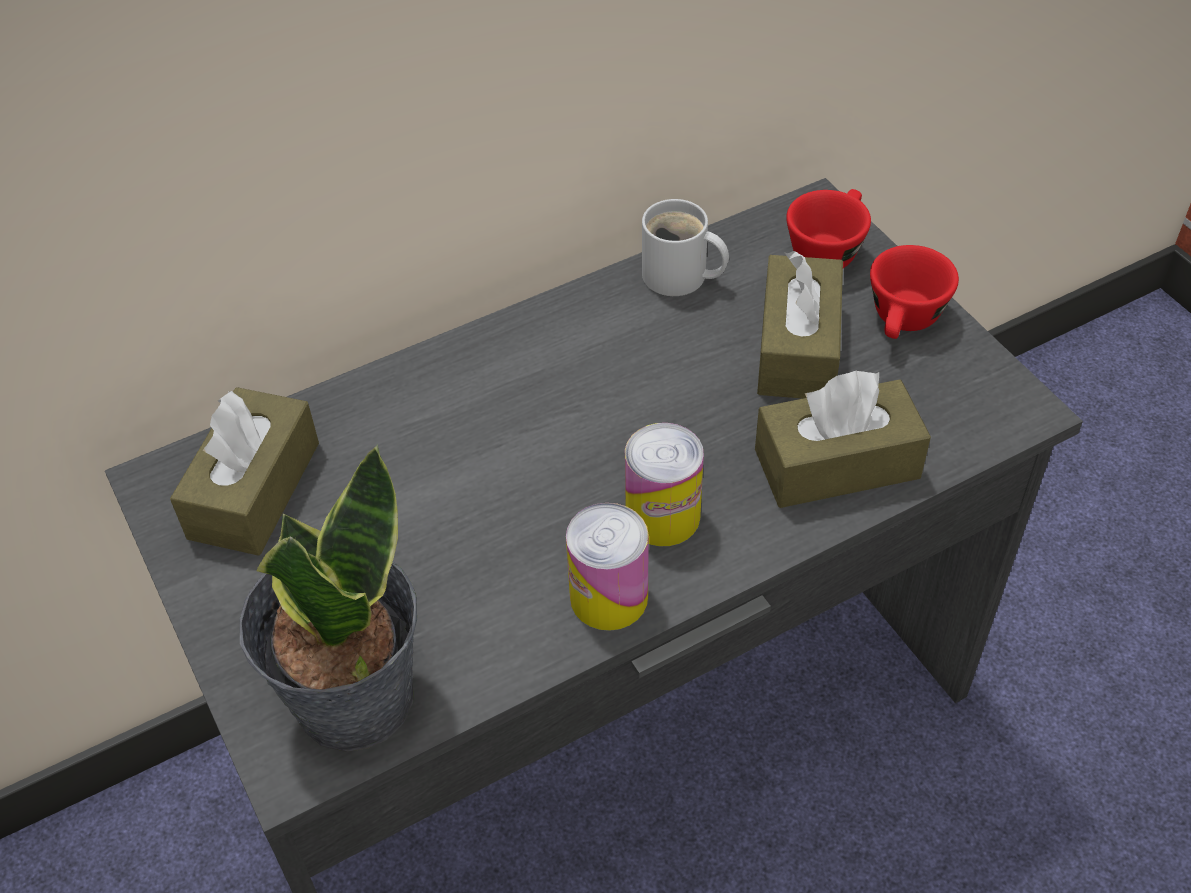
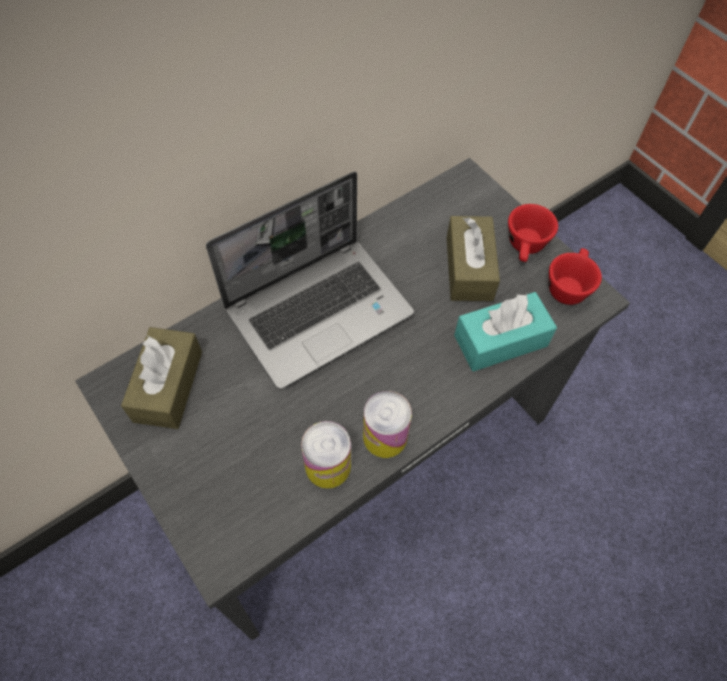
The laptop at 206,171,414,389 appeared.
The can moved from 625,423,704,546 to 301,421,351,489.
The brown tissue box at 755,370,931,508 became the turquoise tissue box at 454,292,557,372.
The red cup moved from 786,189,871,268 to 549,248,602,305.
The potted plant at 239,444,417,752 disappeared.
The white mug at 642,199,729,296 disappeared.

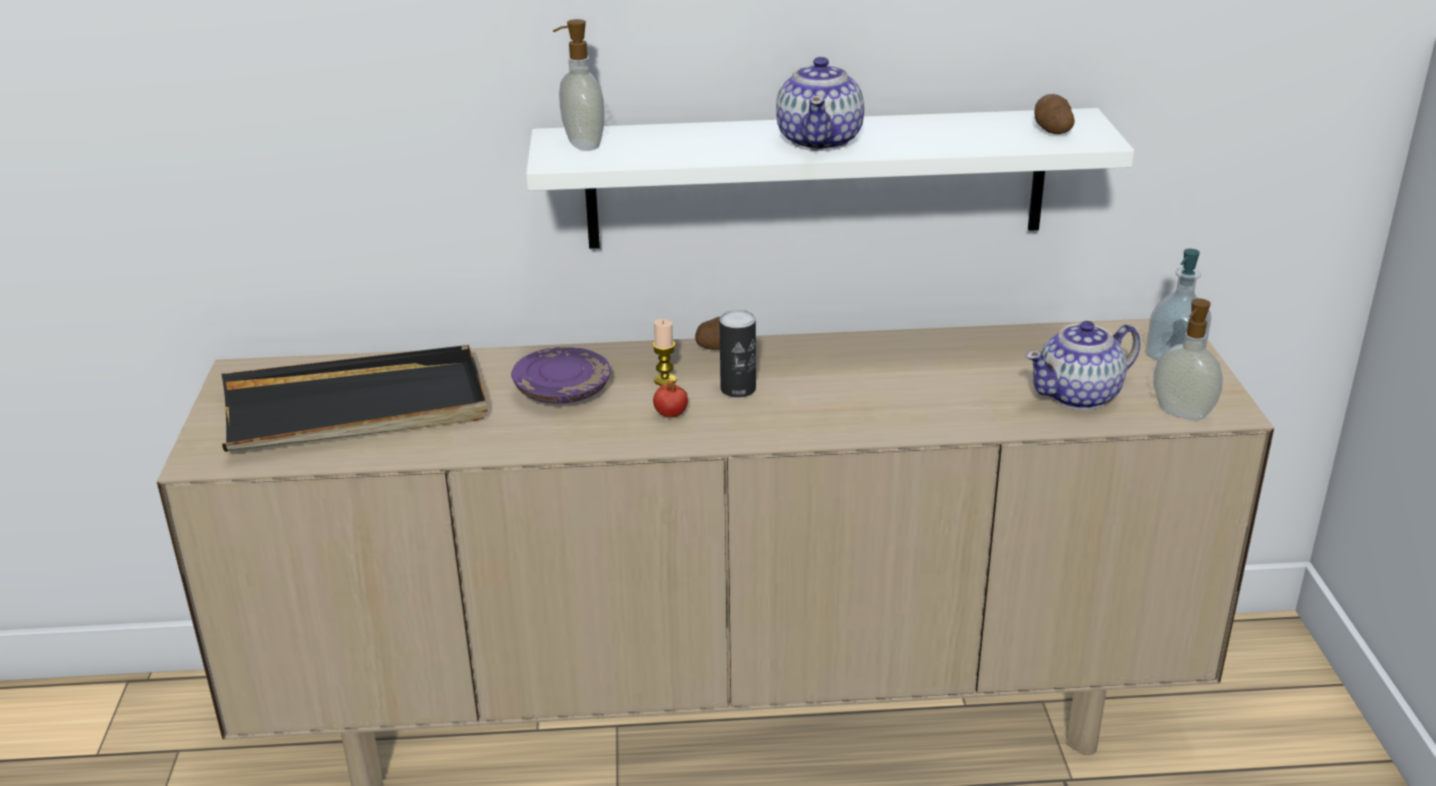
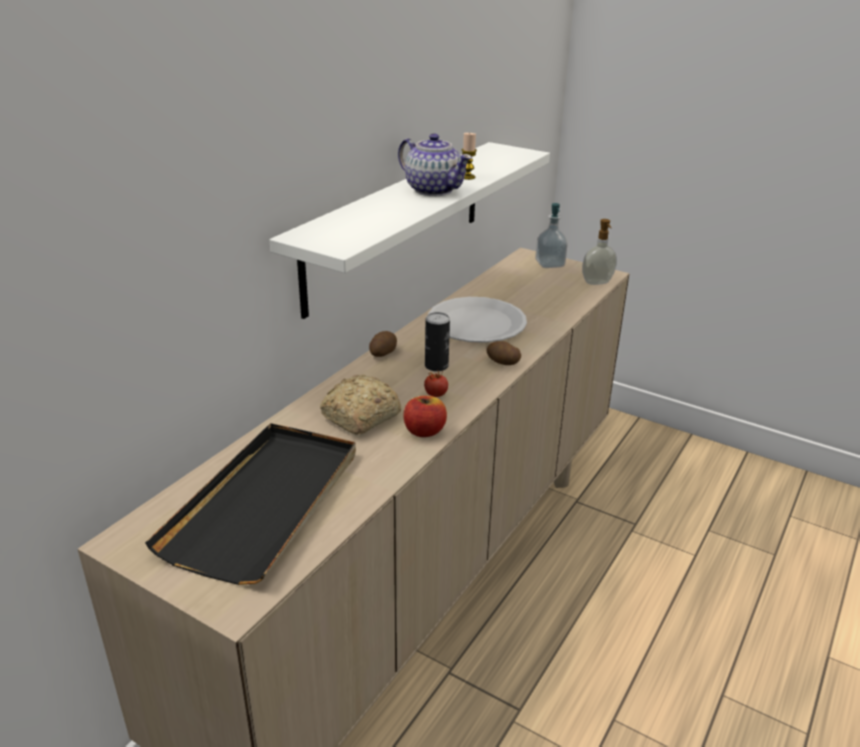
The purple plate at 511,347,611,403 was replaced by the bread at 320,375,401,435.
The apple at 403,396,447,437 appeared.
The white plate at 428,297,527,343 appeared.
The candle moved from 652,319,676,386 to 462,133,477,180.
The potato moved from 1034,94,1075,134 to 487,341,521,365.
The soap dispenser at 553,19,604,151 disappeared.
The teapot at 1026,321,1140,410 disappeared.

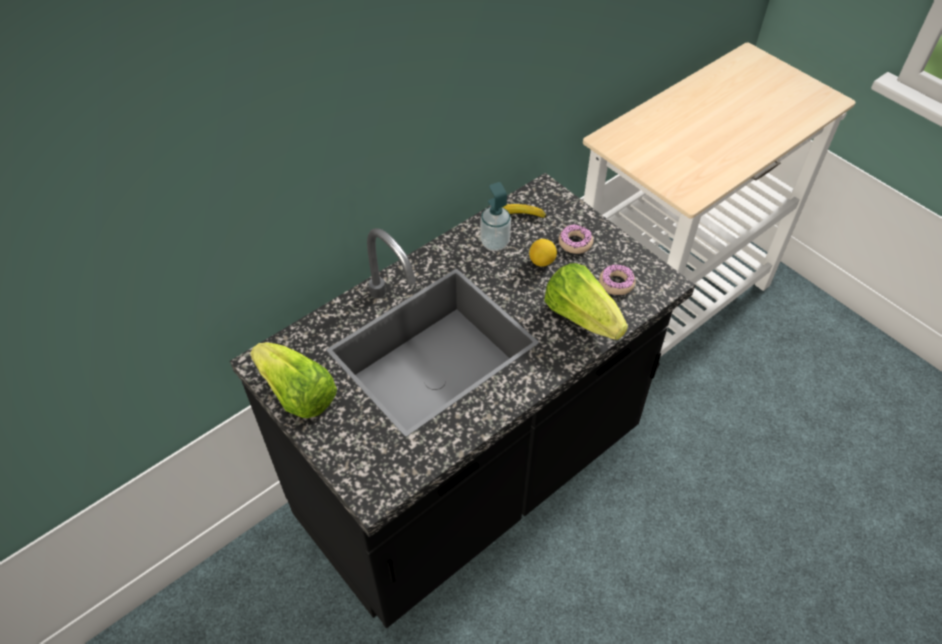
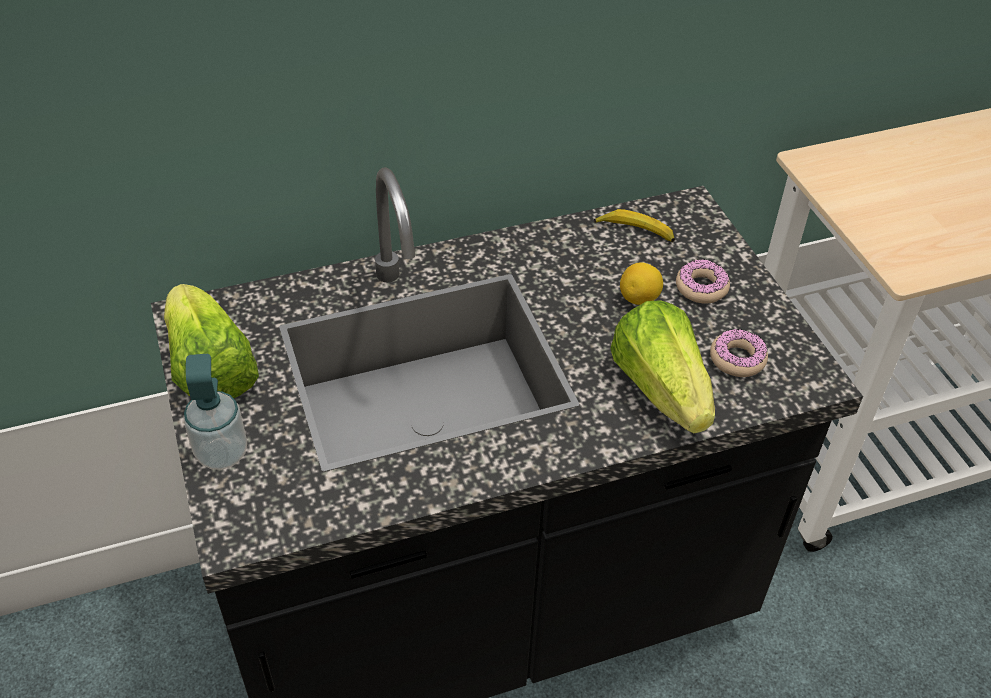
The soap dispenser moved from 480,182,511,251 to 183,354,247,470.

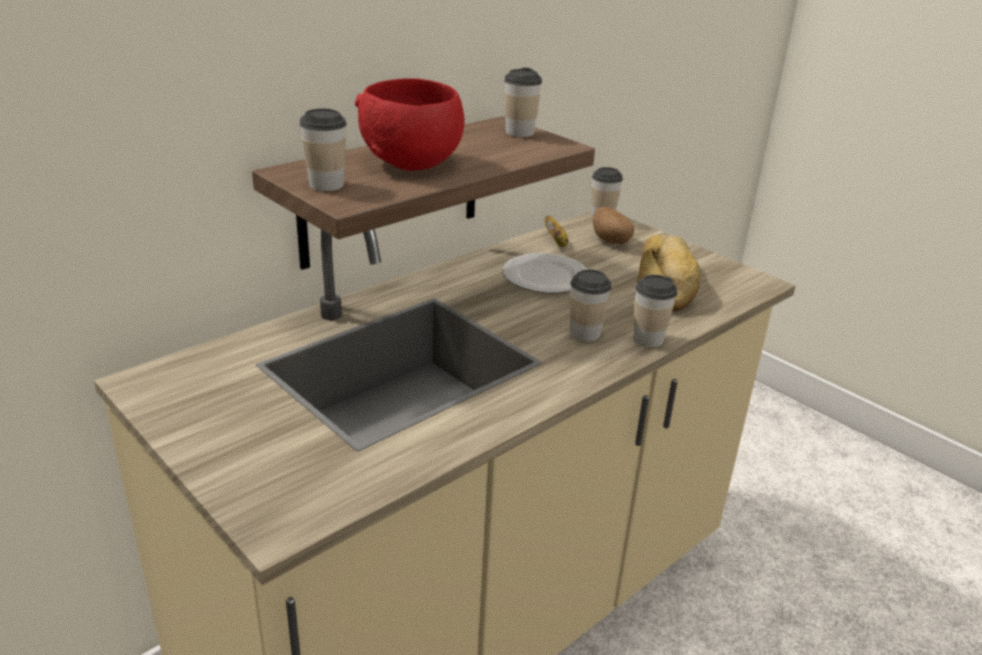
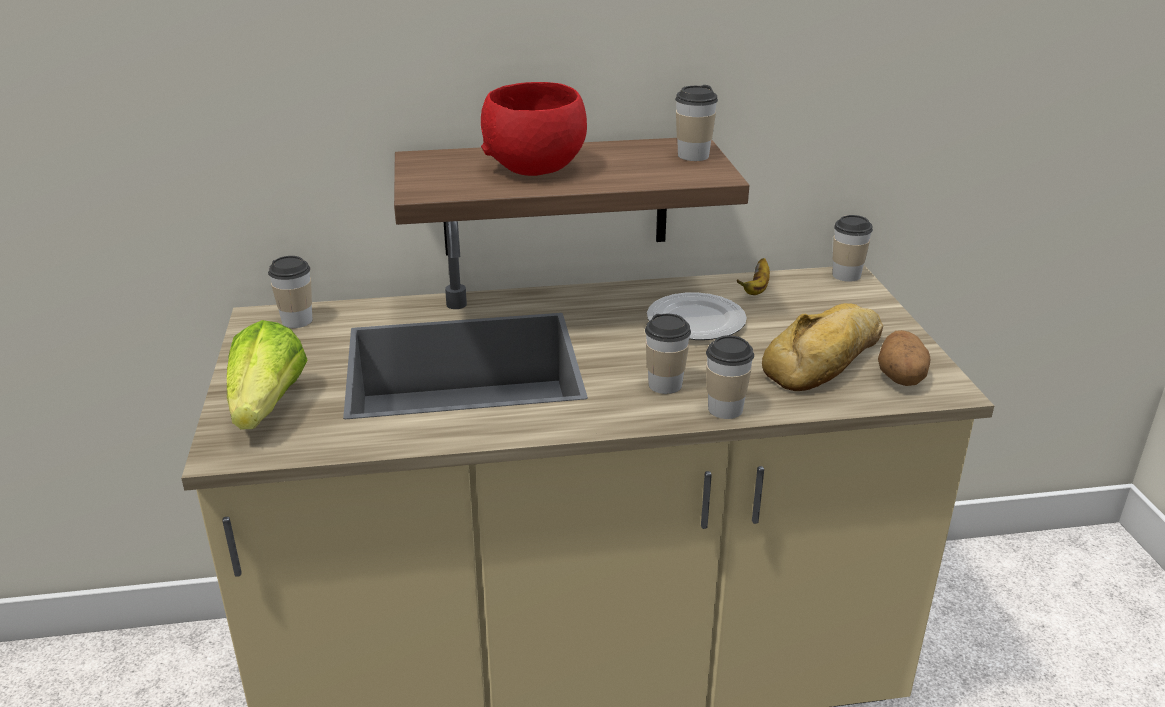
The lettuce at 227,320,307,429 appeared.
The cup moved from 299,109,347,191 to 268,256,313,328.
The potato moved from 593,207,634,244 to 878,330,930,386.

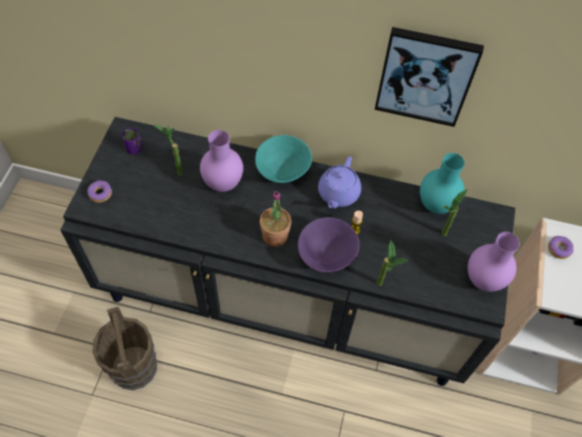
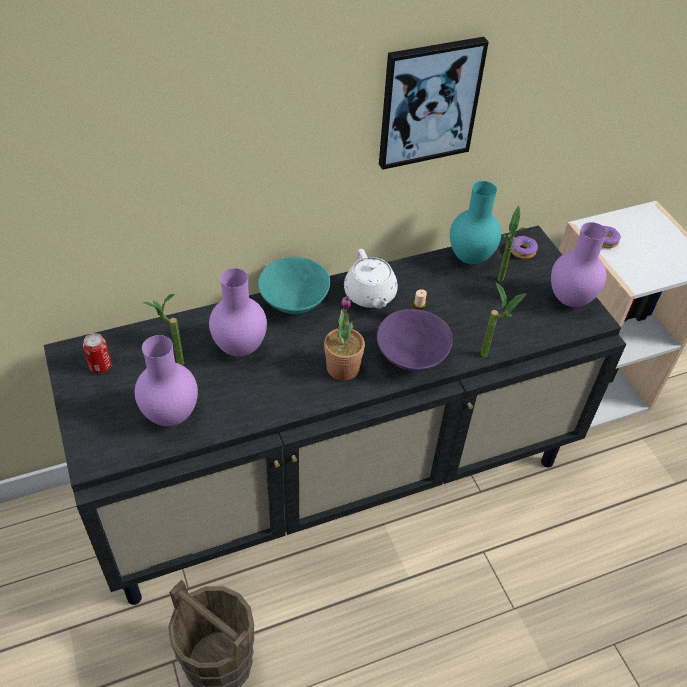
The purple cup at 122,128,142,154 was replaced by the can at 83,333,112,373.
The purple vase at 135,335,198,426 appeared.
The purple teapot at 318,156,361,209 became the white teapot at 344,249,398,309.
The donut moved from 87,181,112,203 to 511,236,538,259.

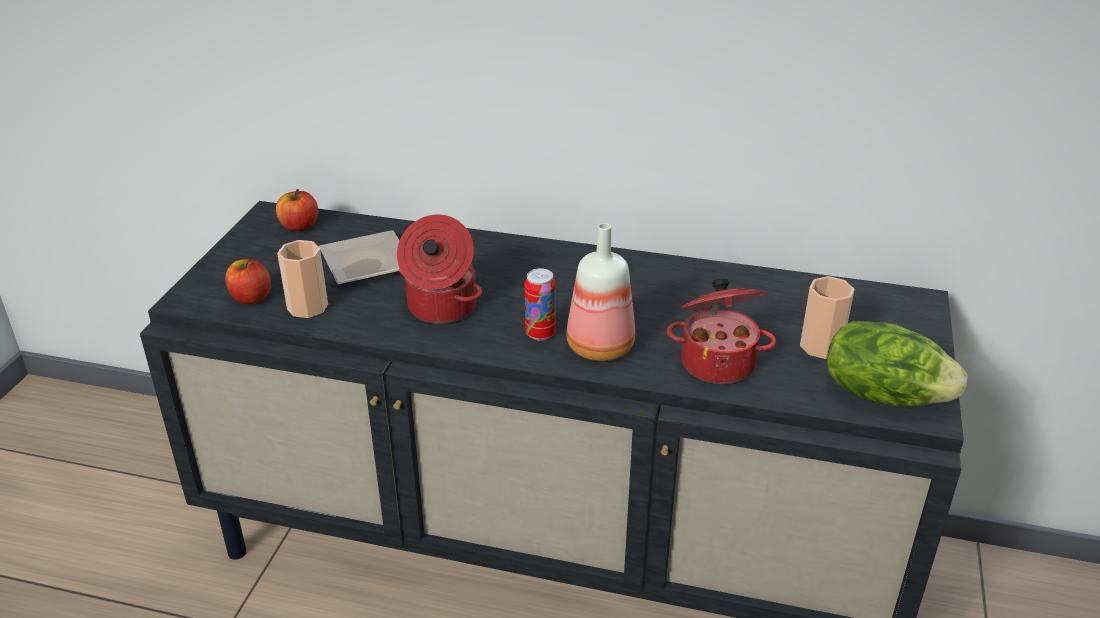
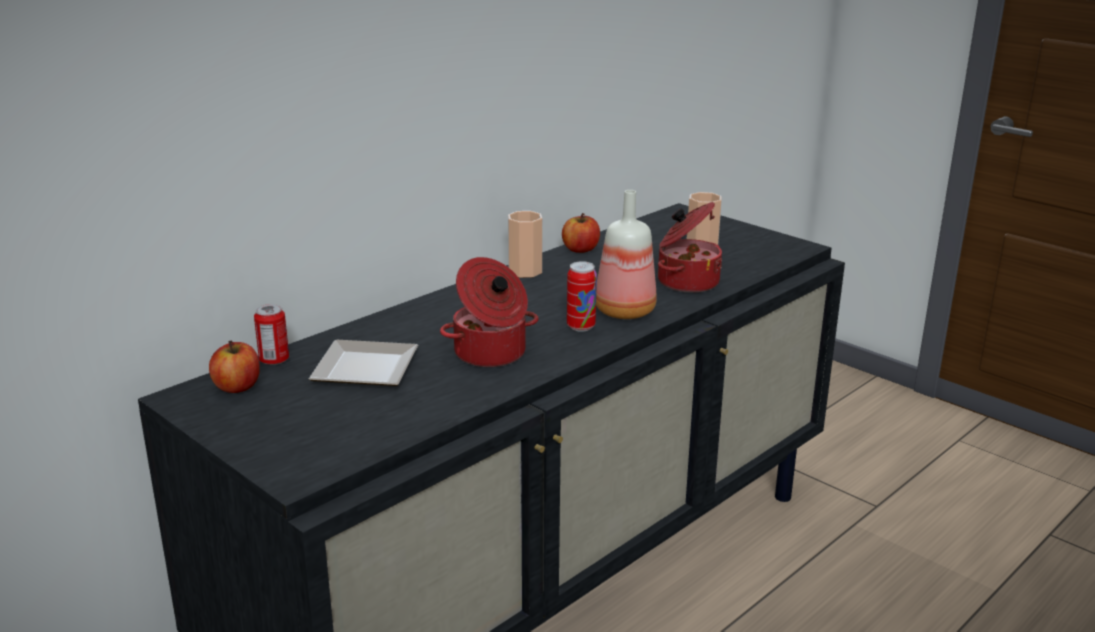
The can at 254,304,289,365 appeared.
The cup moved from 277,240,328,318 to 508,211,542,278.
The apple moved from 225,259,271,304 to 562,213,600,253.
The lettuce at 827,321,968,407 disappeared.

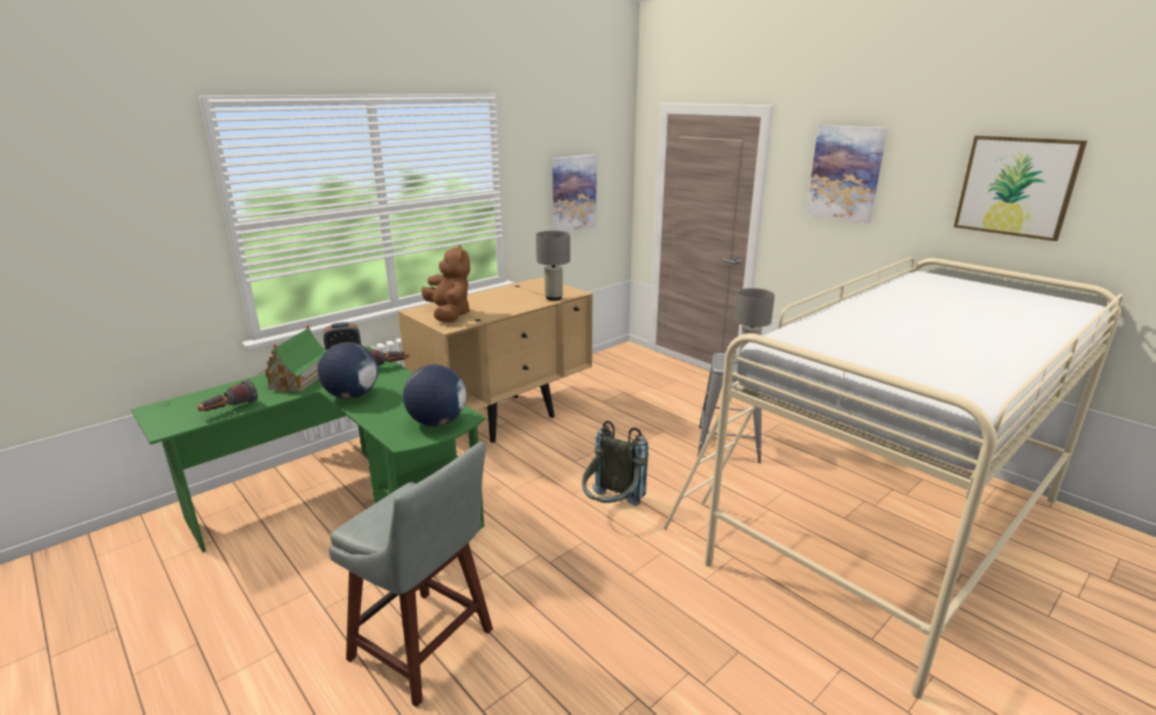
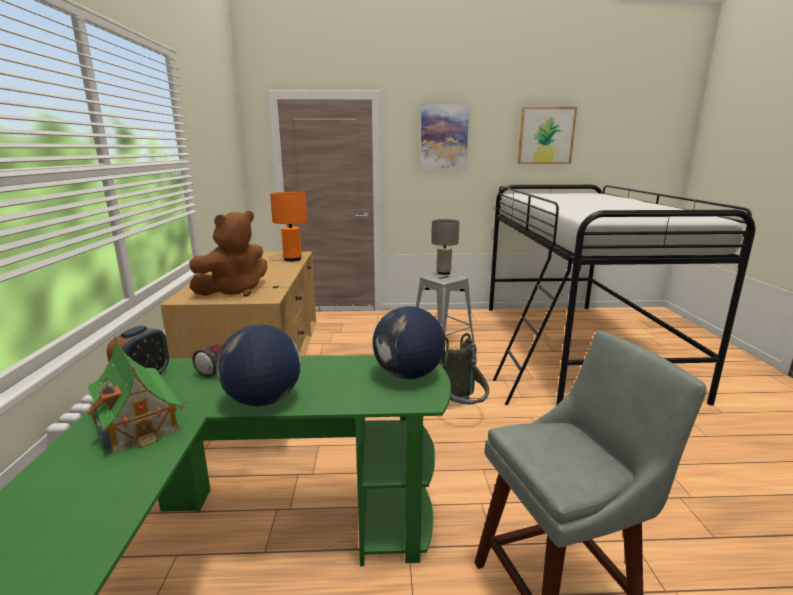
The brown plush toy at 422,244,470,323 turned 120 degrees clockwise.
The grey table lamp at 536,231,570,301 became the orange table lamp at 270,192,307,262.
The beige bed at 663,257,1123,699 became the black bed at 489,185,755,406.
The flashlight at 197,379,258,412 disappeared.
The picture at 552,155,597,232 disappeared.

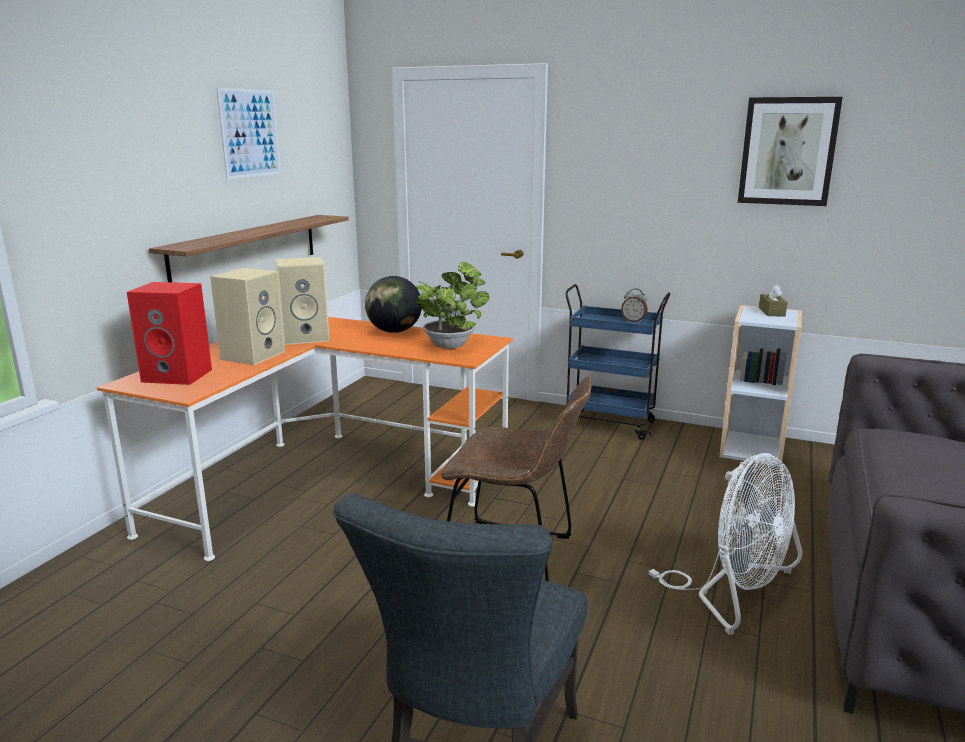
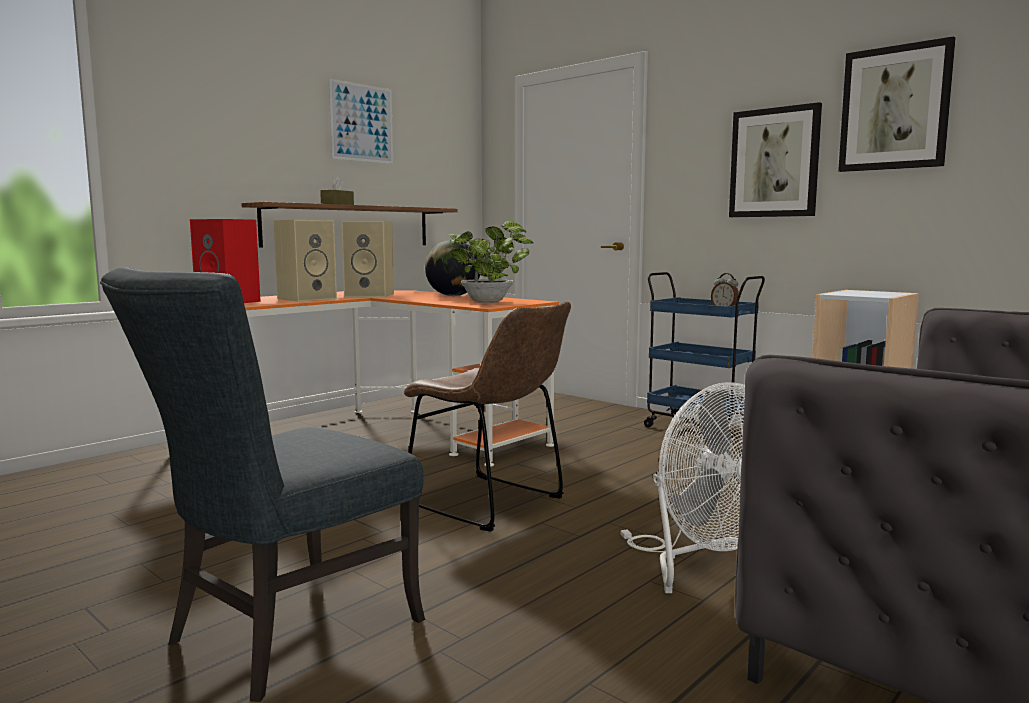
The brown tissue box moved from 759,285,787,317 to 320,177,354,205.
The picture at 729,102,822,217 appeared.

